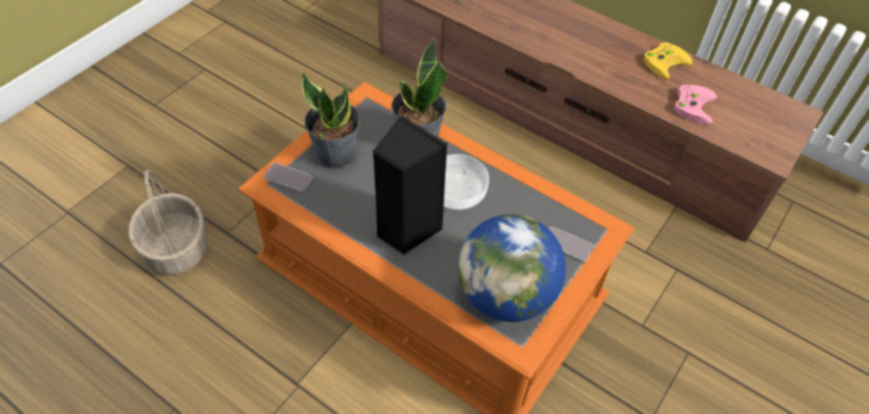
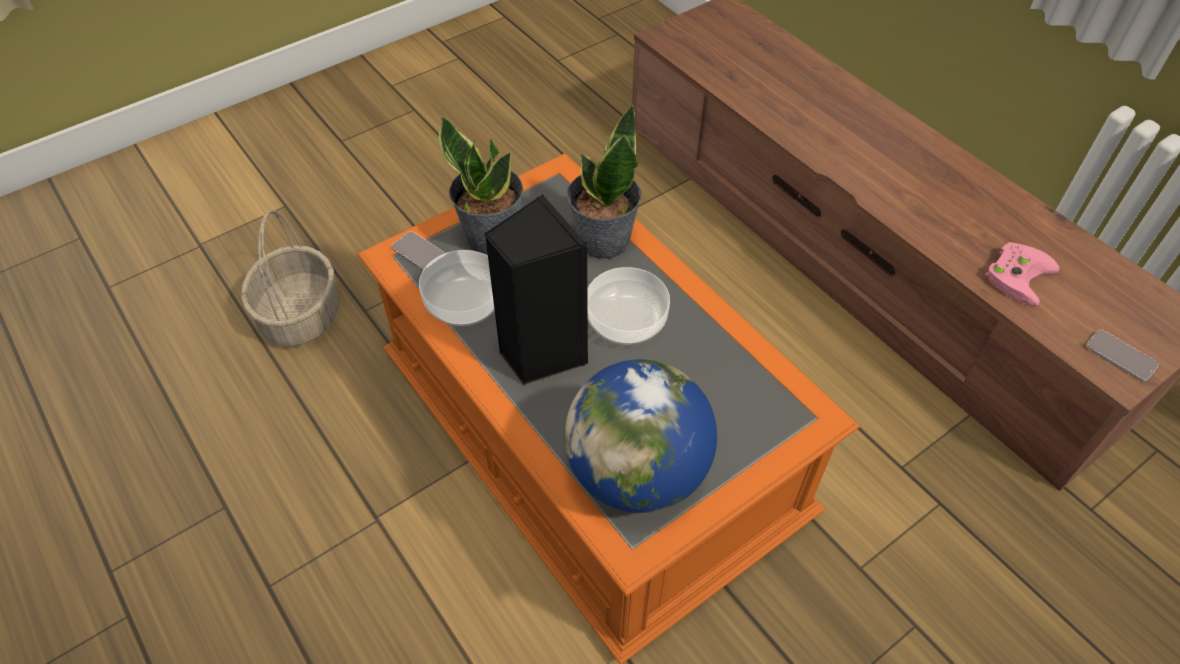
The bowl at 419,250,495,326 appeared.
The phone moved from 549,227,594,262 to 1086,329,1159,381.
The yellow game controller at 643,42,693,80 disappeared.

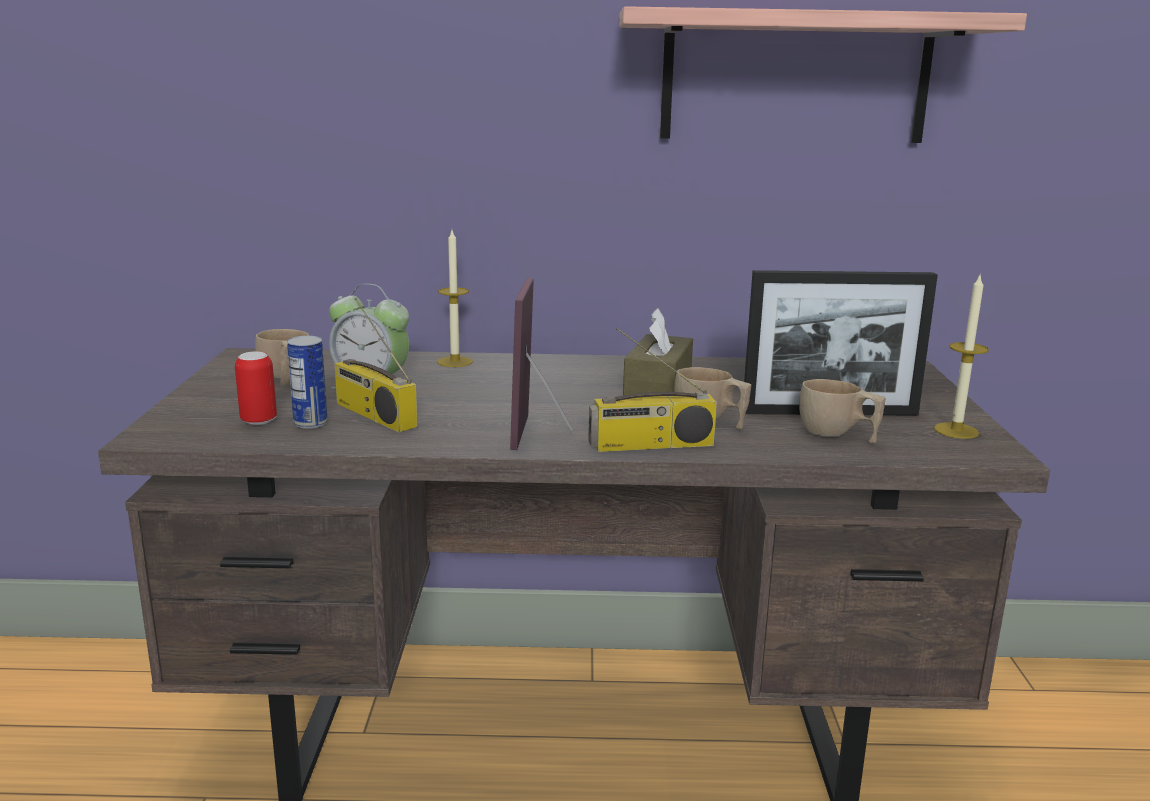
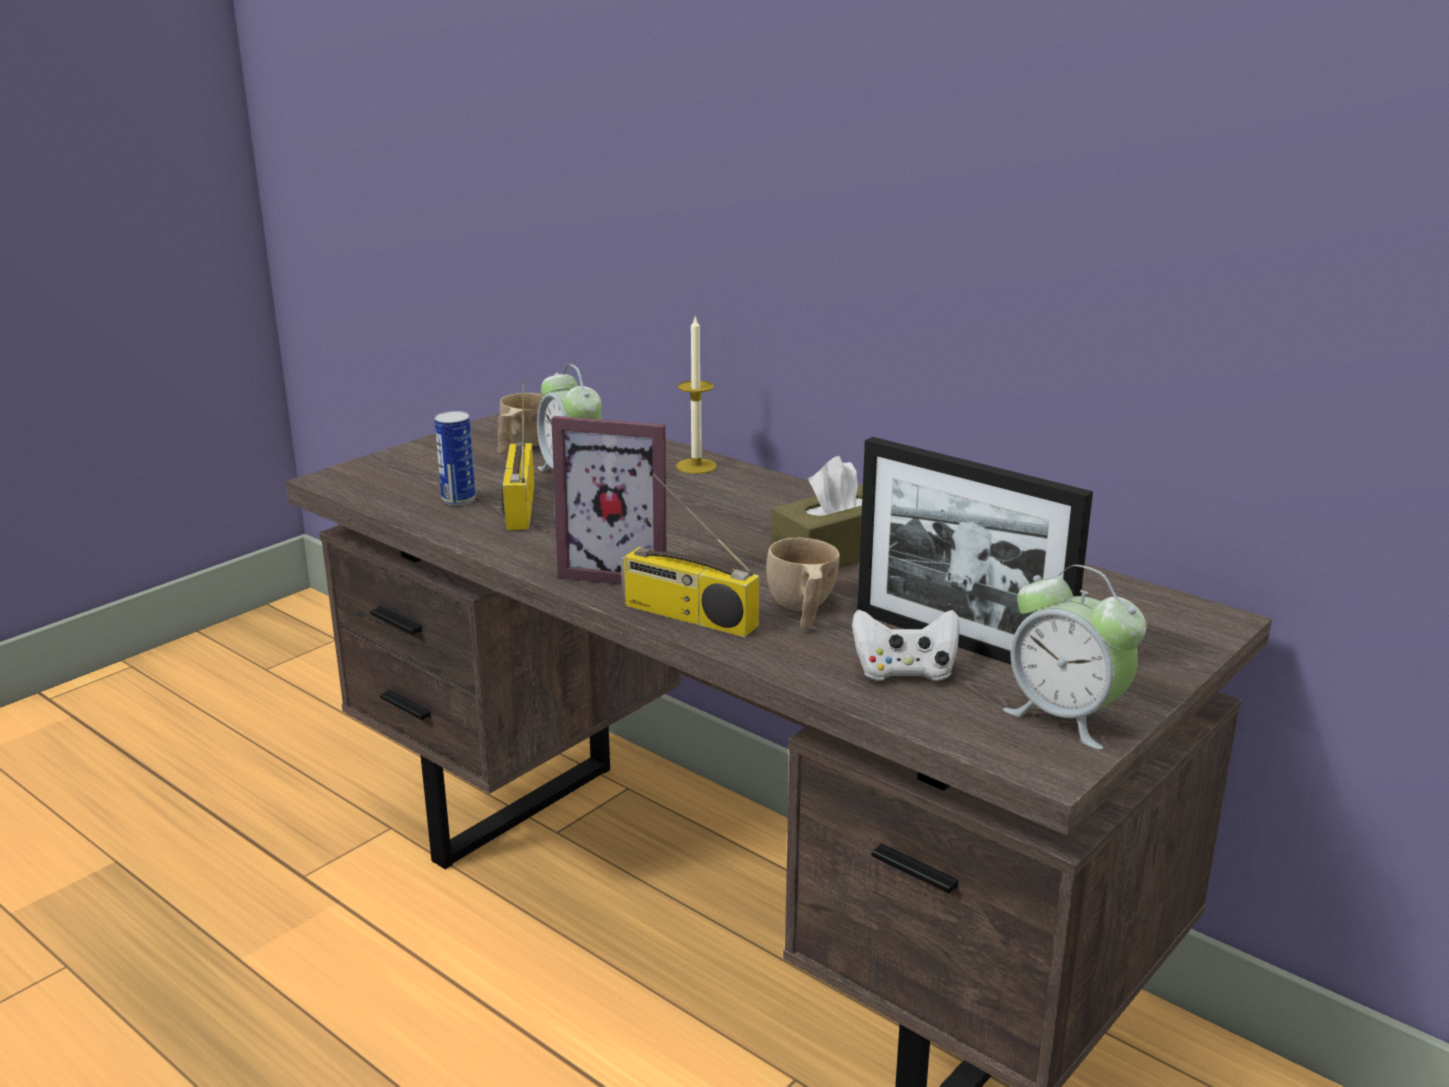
The picture frame at 510,278,574,450 turned 120 degrees counterclockwise.
The beige cup at 799,379,886,443 was replaced by the white game controller at 852,609,960,681.
The candle at 934,273,989,439 was replaced by the alarm clock at 1003,565,1146,750.
The can at 235,351,277,425 disappeared.
The shelf at 619,6,1027,143 disappeared.

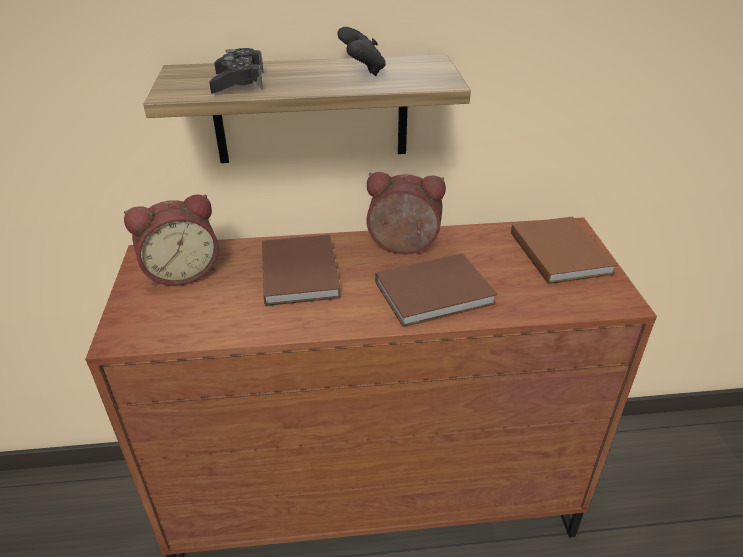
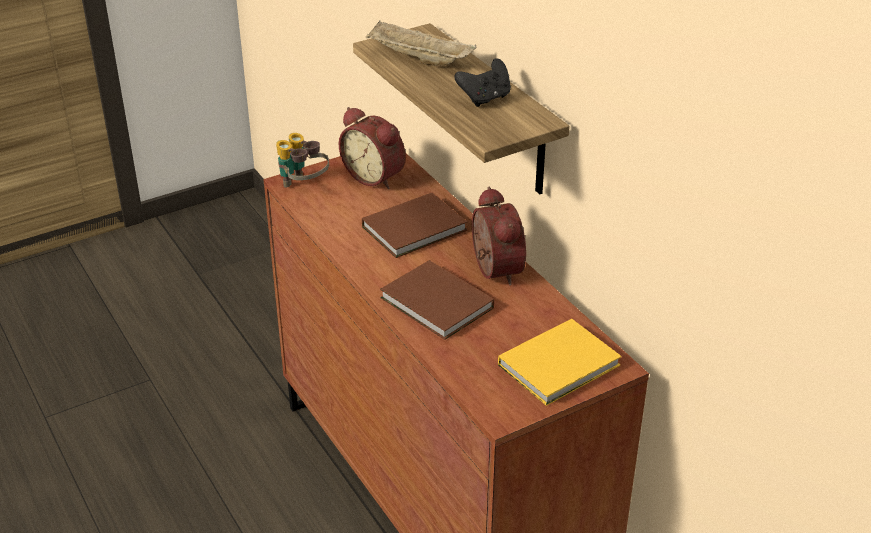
The binoculars at 276,133,329,188 appeared.
The black game controller at 209,48,263,94 was replaced by the beige tray at 366,21,477,66.
The brown book at 511,217,617,284 became the yellow book at 498,319,621,406.

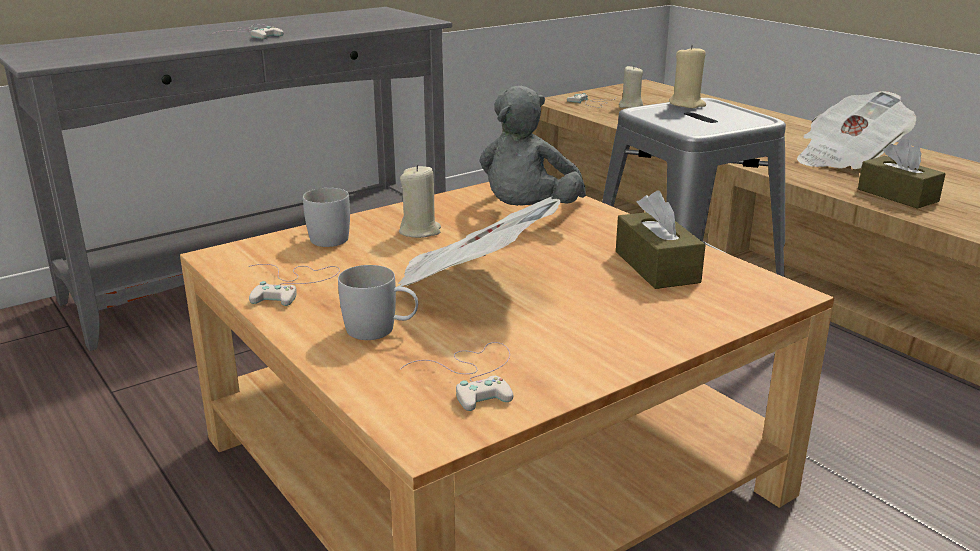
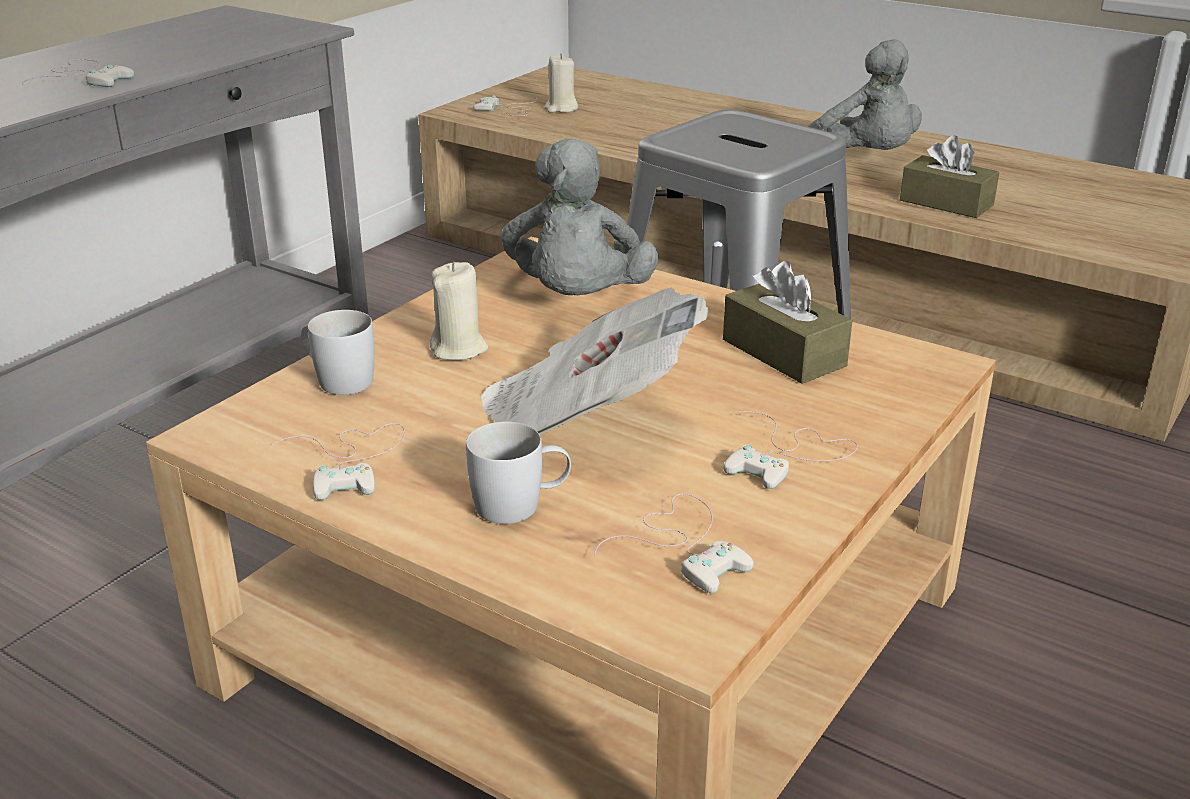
The white game controller at 724,411,858,489 appeared.
The newspaper at 797,91,916,169 was replaced by the grey plush toy at 808,39,922,150.
The beige candle at 669,45,706,108 disappeared.

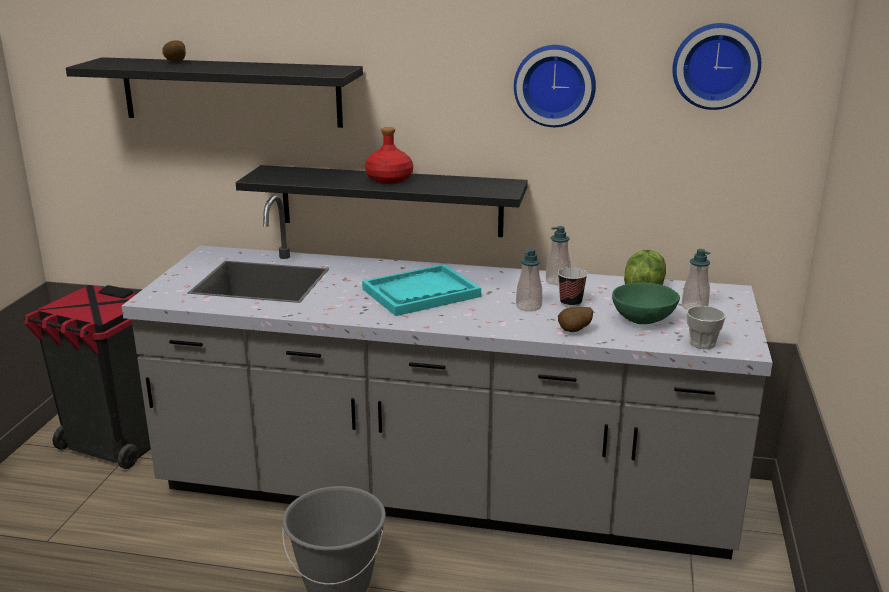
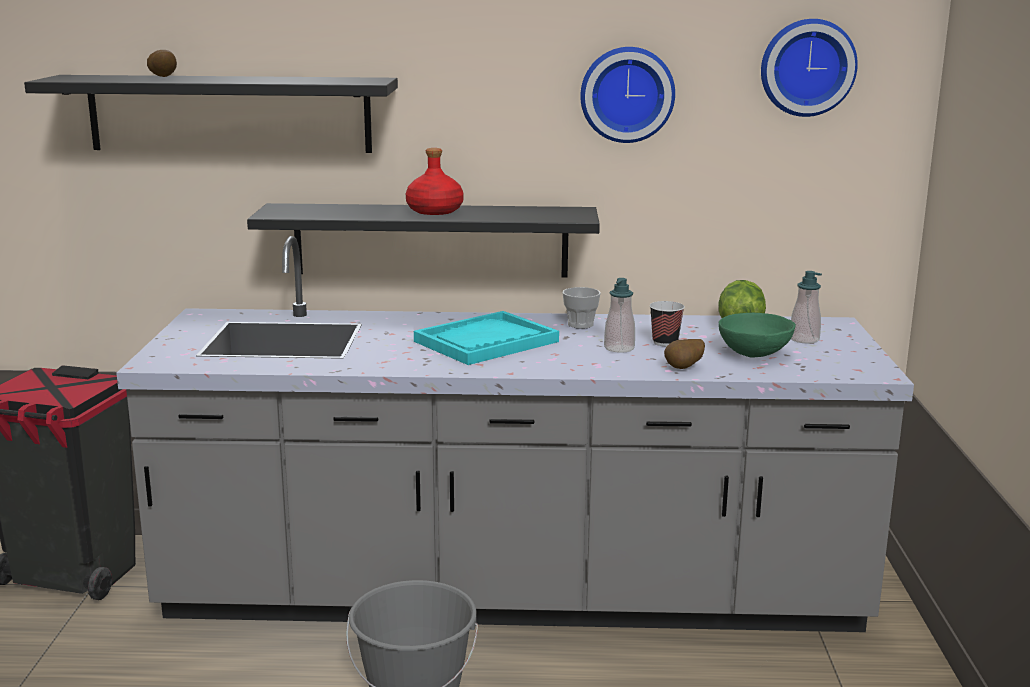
The cup moved from 687,306,726,349 to 562,287,601,329.
The soap dispenser at 546,226,571,285 disappeared.

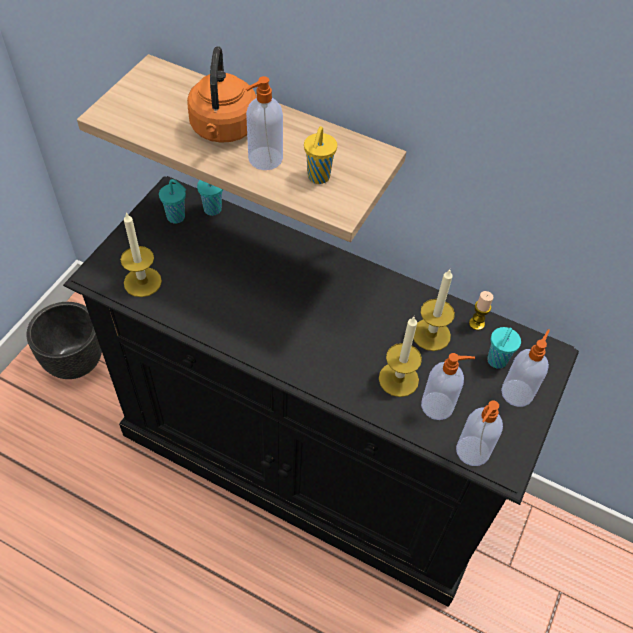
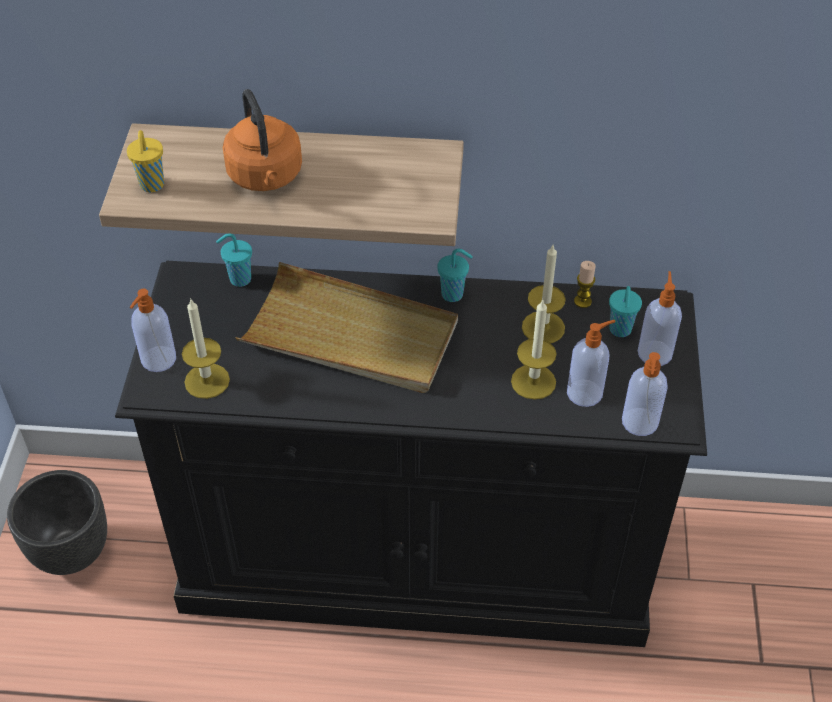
The yellow cup moved from 304,126,337,184 to 127,130,164,192.
The soap dispenser moved from 246,76,283,170 to 130,289,176,372.
The beige tray at 236,262,458,393 appeared.
The turquoise cup moved from 159,179,186,223 to 437,249,473,302.

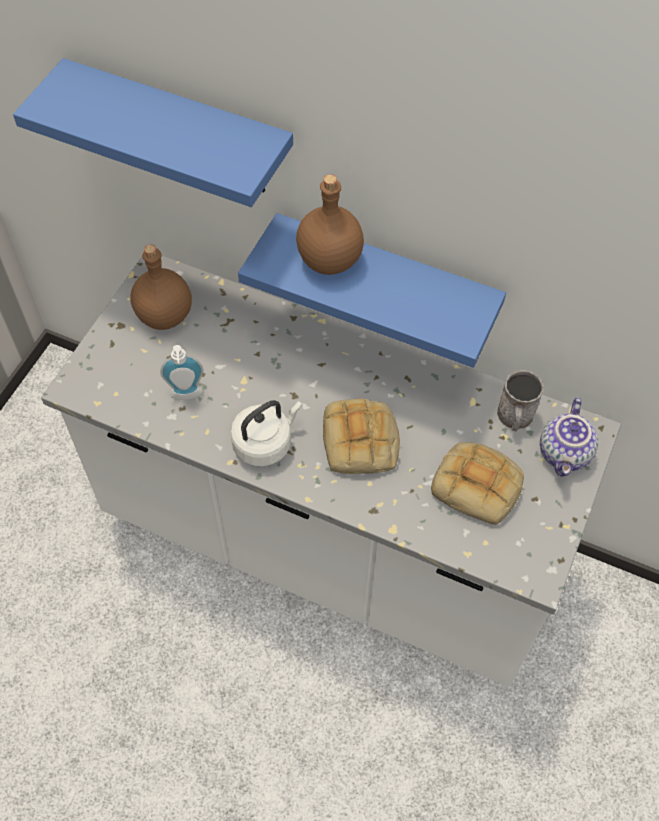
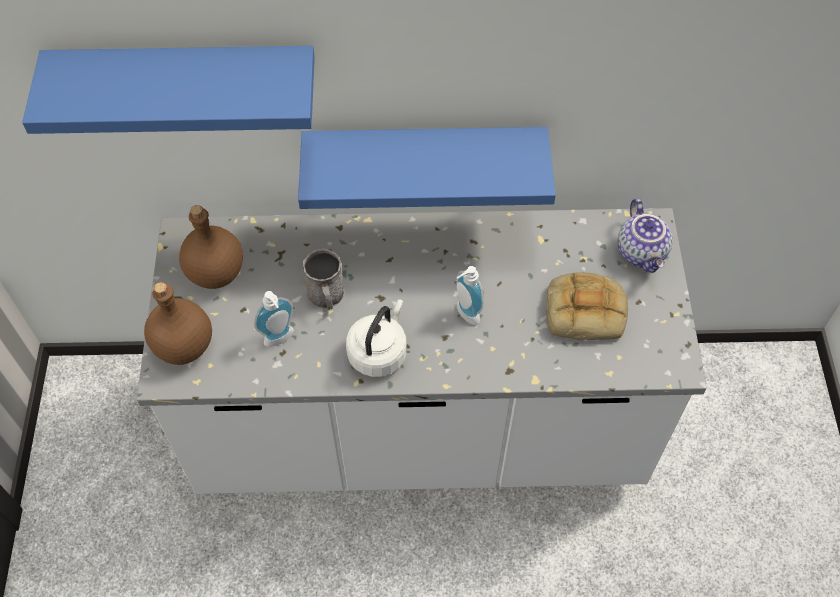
The brown bottle moved from 296,174,364,275 to 144,282,212,365.
The grey mug moved from 497,370,544,431 to 303,248,344,310.
The bread at 323,398,400,474 was replaced by the soap dispenser at 456,266,484,325.

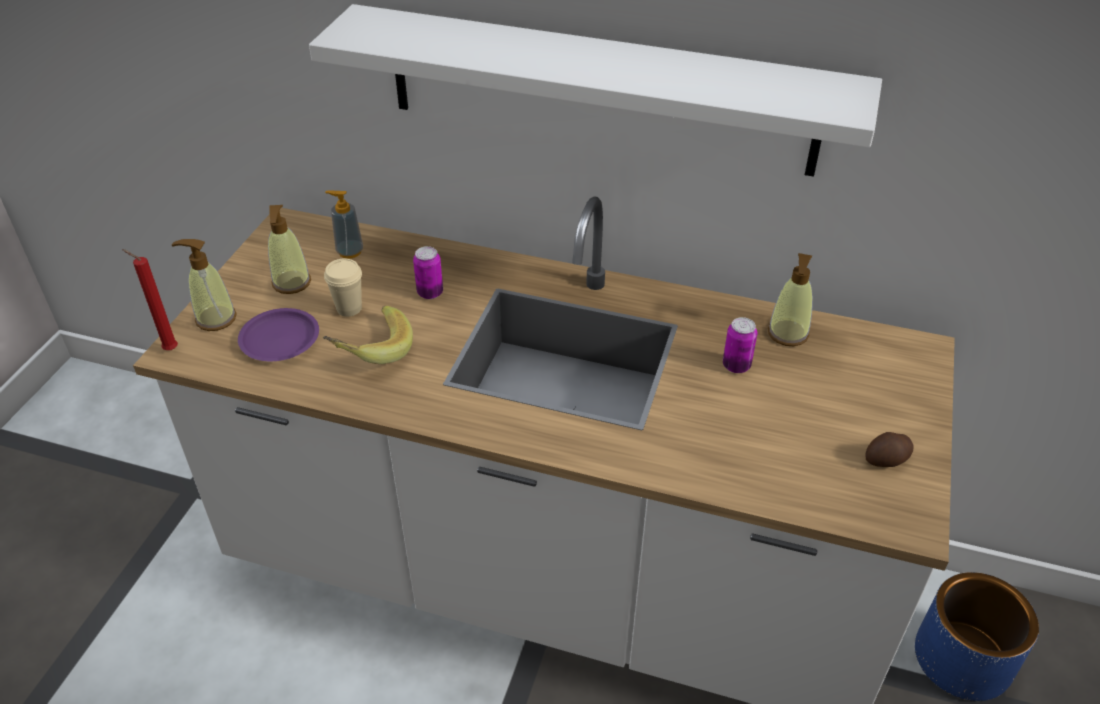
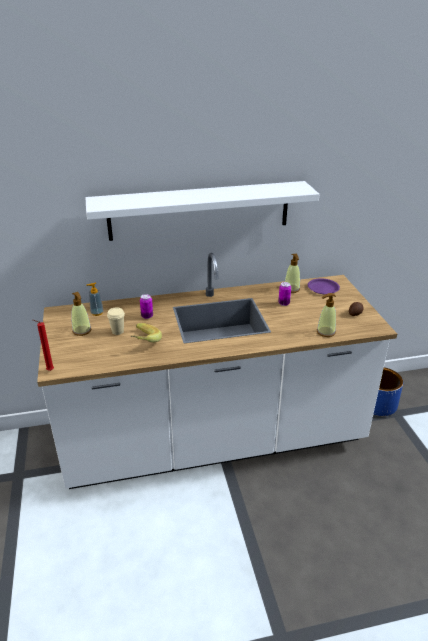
The purple plate moved from 238,308,319,361 to 308,278,340,294.
The soap dispenser moved from 172,239,237,331 to 317,293,336,337.

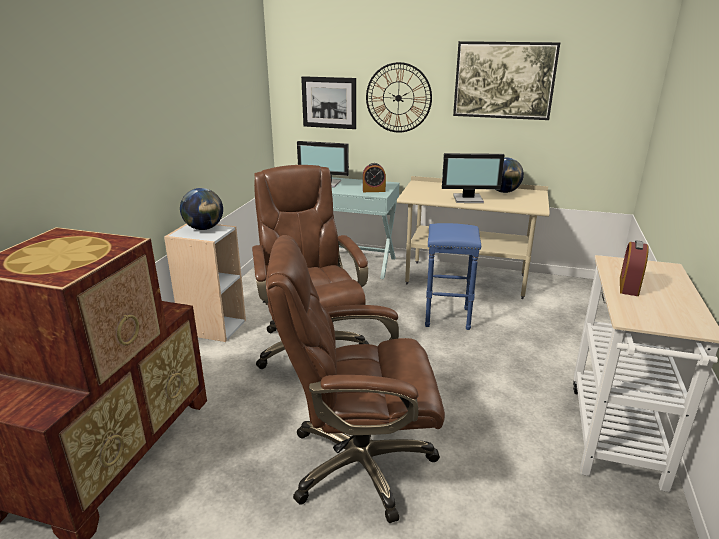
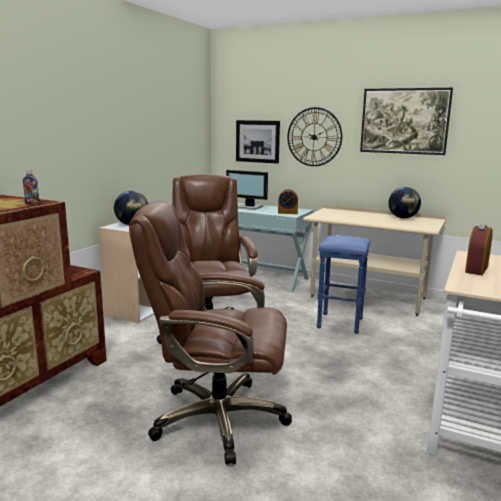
The bottle at 23,170,39,205 appeared.
The monitor at 442,153,505,203 disappeared.

